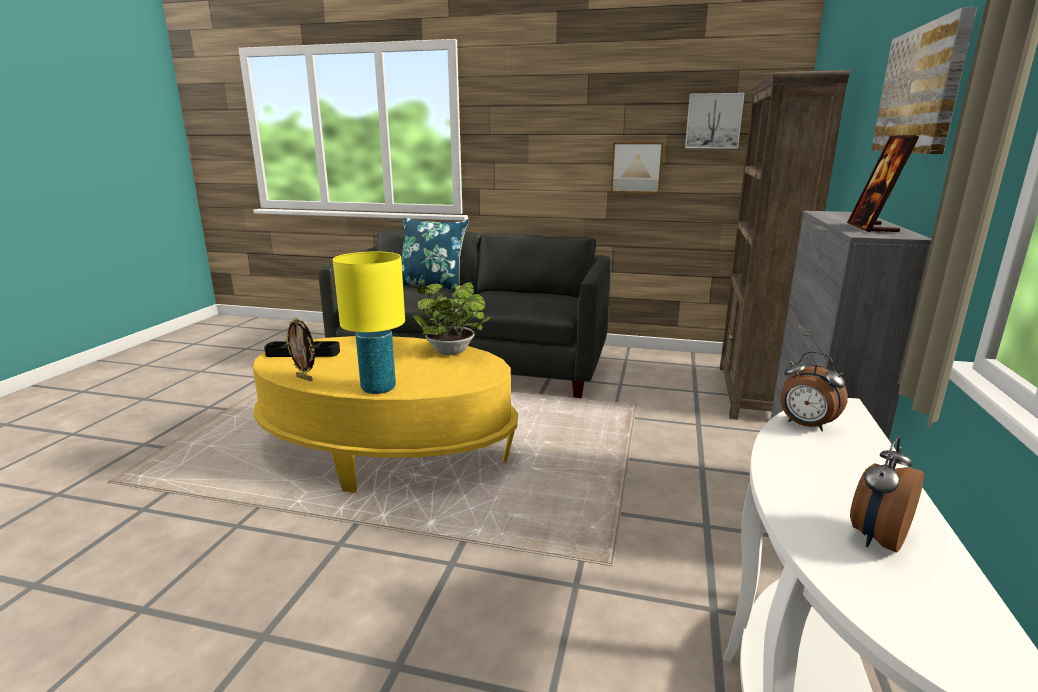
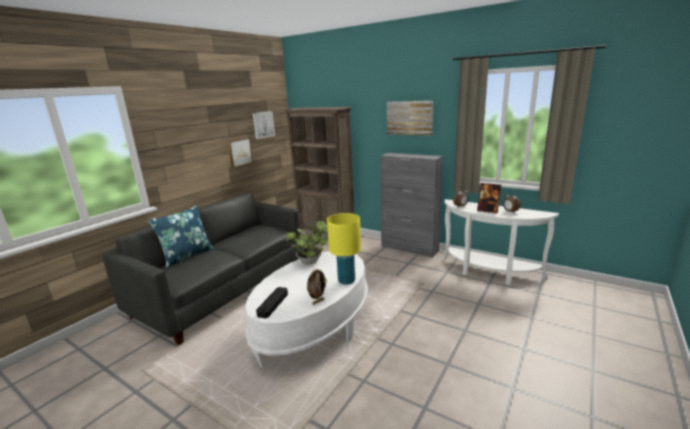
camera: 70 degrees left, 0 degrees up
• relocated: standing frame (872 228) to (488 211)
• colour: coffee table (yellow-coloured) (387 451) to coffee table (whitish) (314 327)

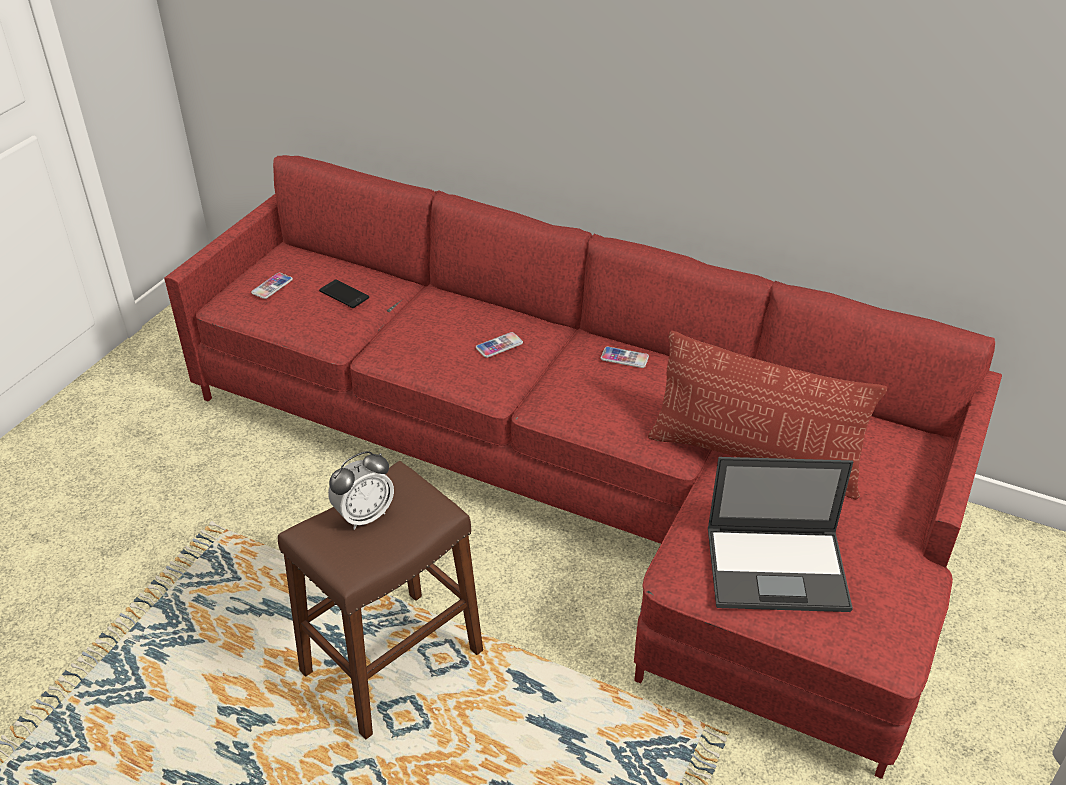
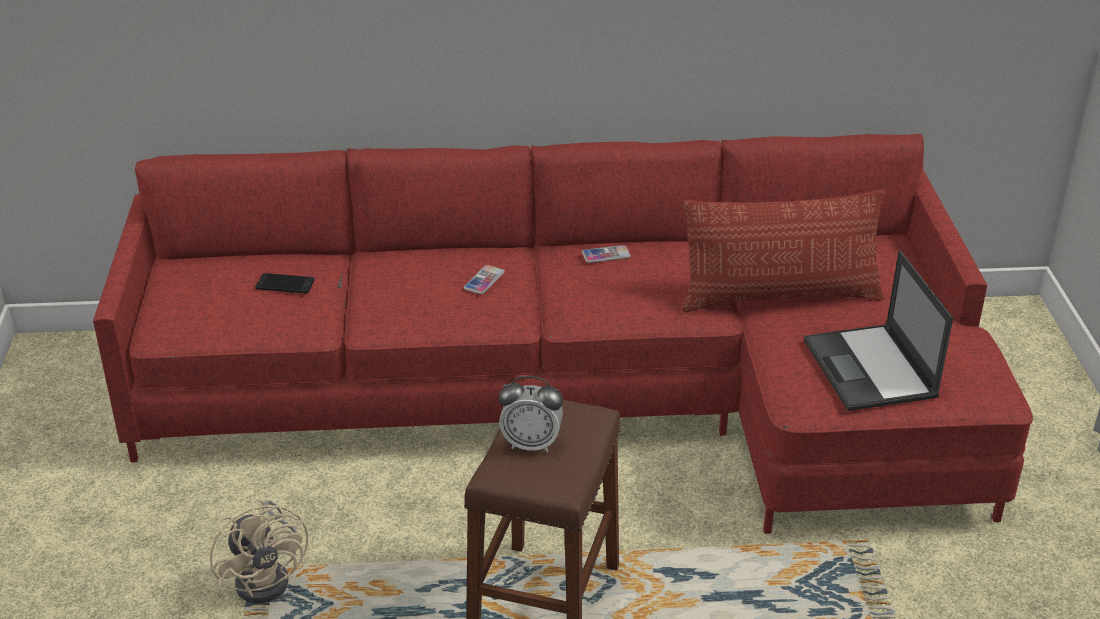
camera: 30 degrees left, 5 degrees down
• missing: telephone (272 286)
• spun: alarm clock (364 515) = (531 444) 75 degrees clockwise
• spun: portable computer (778 568) = (870 369) 105 degrees clockwise
• appeared: cooling fan (beige-coloured) (269 577)

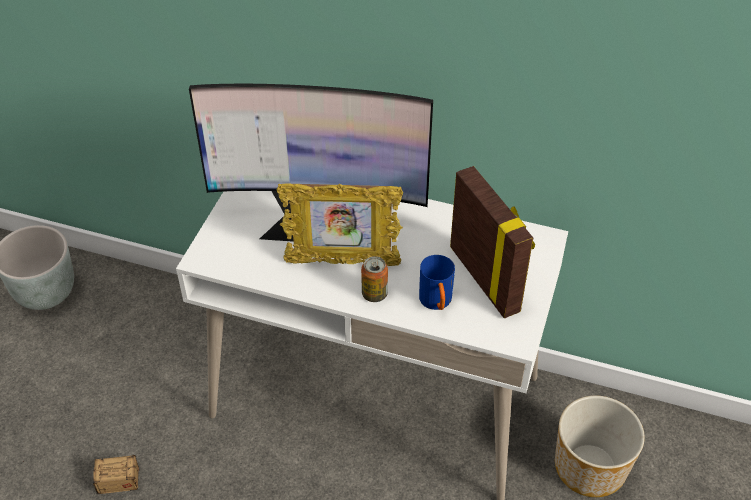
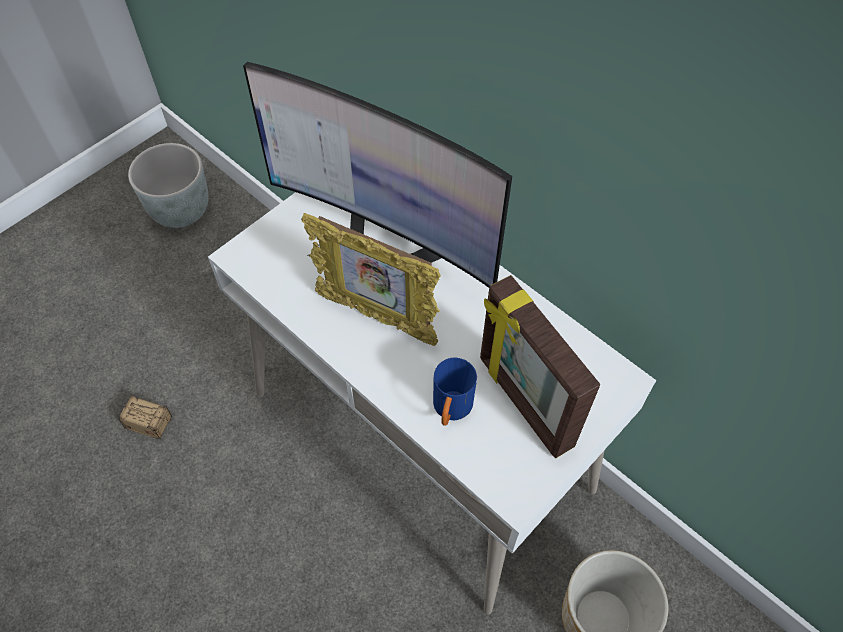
camera: 25 degrees right, 10 degrees up
• spun: standing frame (486 279) = (523 402) 150 degrees clockwise
• missing: can (374 294)

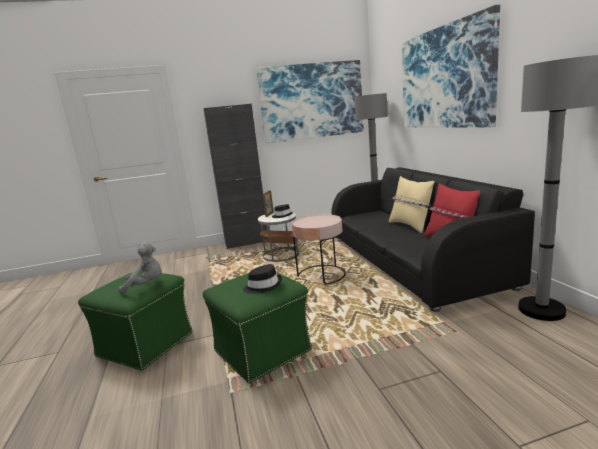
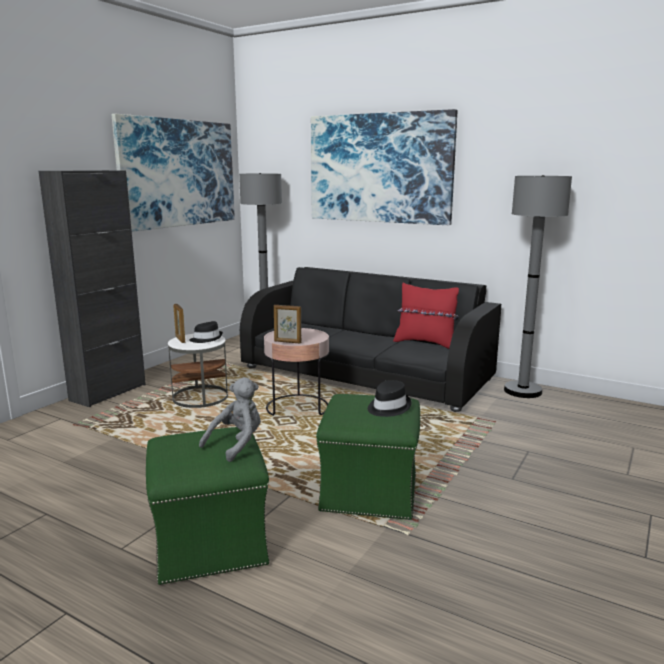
camera: 45 degrees left, 0 degrees up
• missing: cushion (beige-coloured) (410 226)
• appeared: standing frame (287 342)

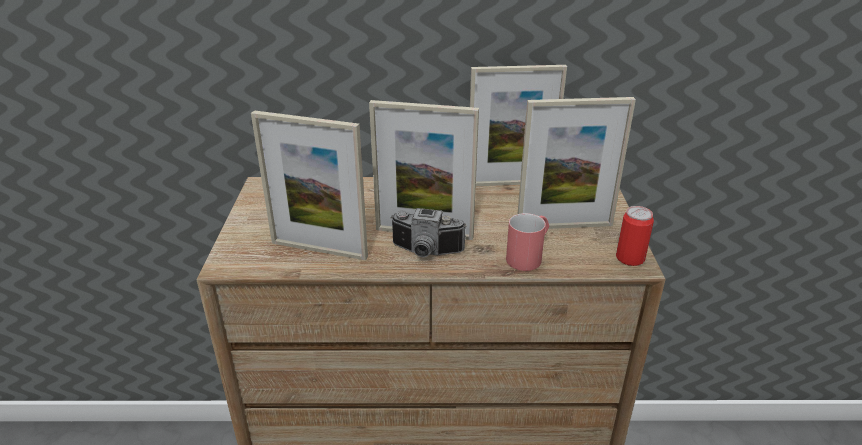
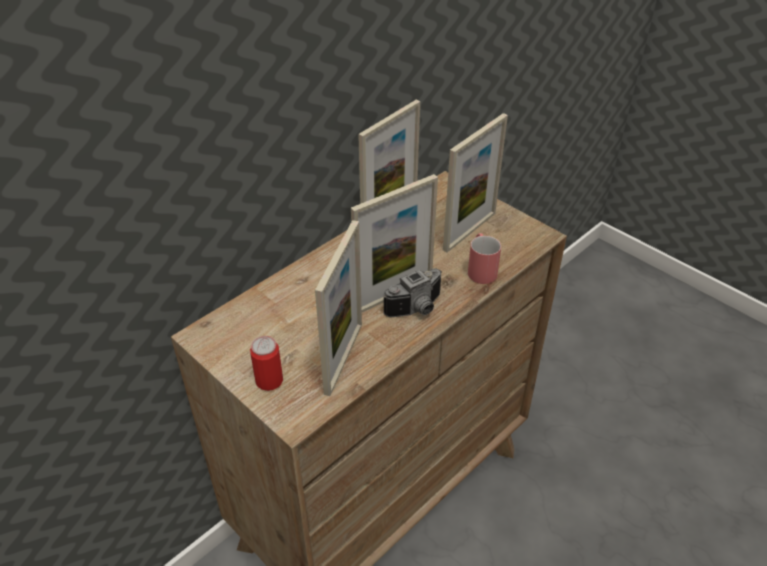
camera: 45 degrees left, 10 degrees up
• spun: standing frame (319 250) = (343 358) 45 degrees counterclockwise
• relocated: can (630 258) to (269 380)

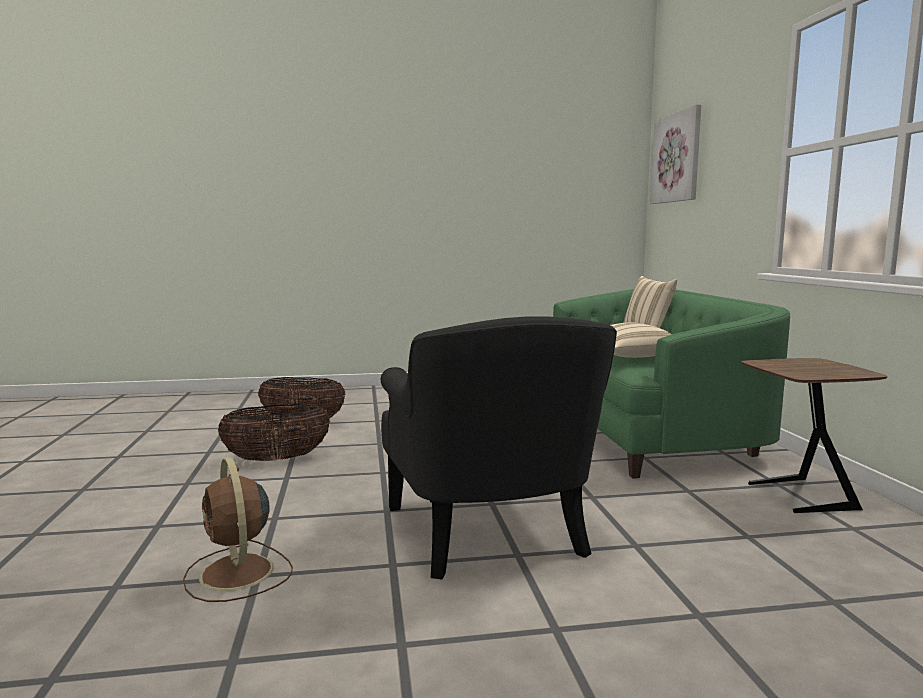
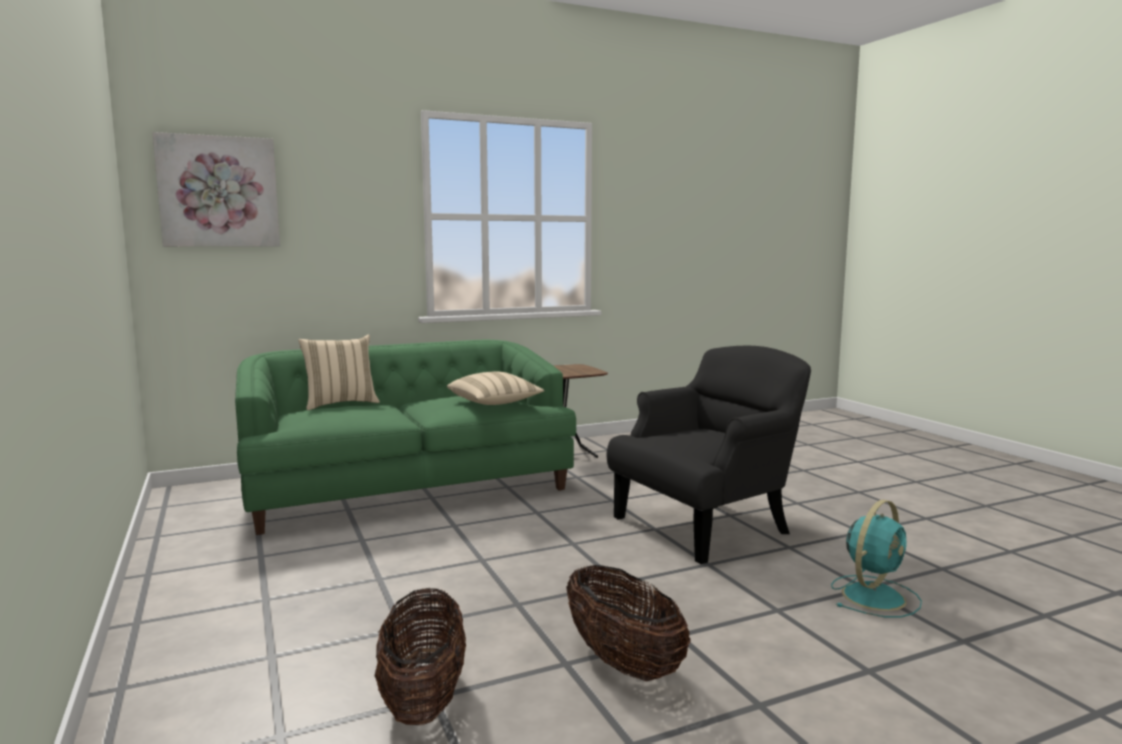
camera: 105 degrees left, 0 degrees up
• colour: cooling fan (brown) (237 574) to cooling fan (turquoise-coloured) (874 596)

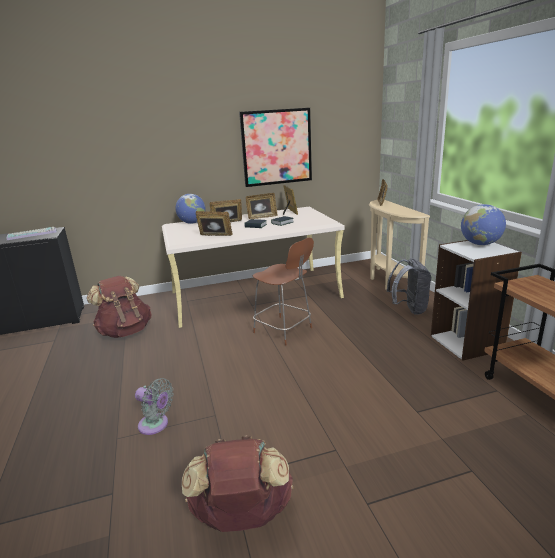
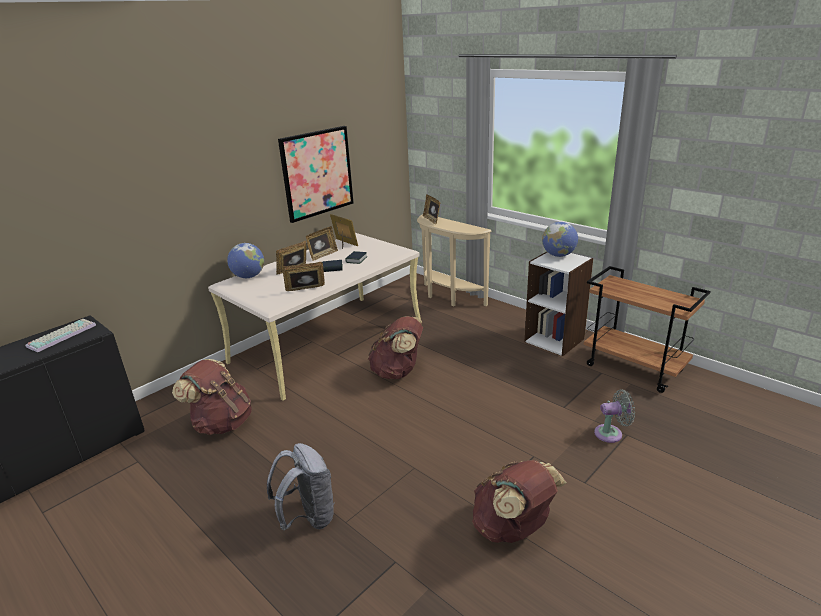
camera: 30 degrees left, 5 degrees up
• exchanged: upright chair (brown) (284 331) to rucksack (brown) (398 372)
• relocated: rucksack (greyish) (409 309) to (308 517)
• relocated: cooling fan (greyish) (156 425) to (611 433)

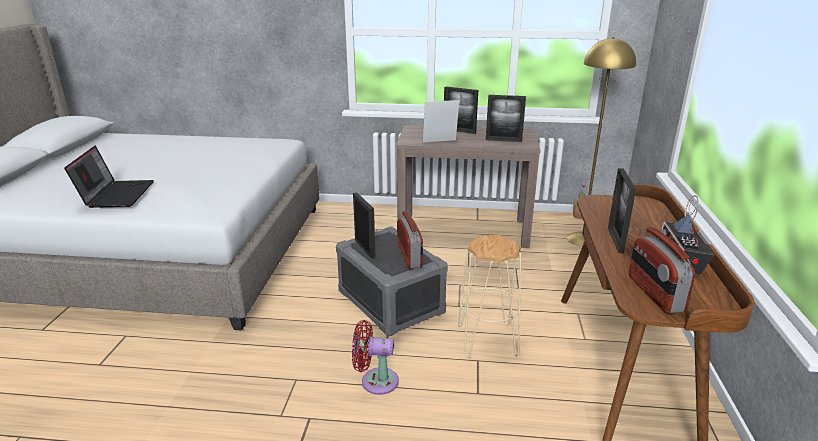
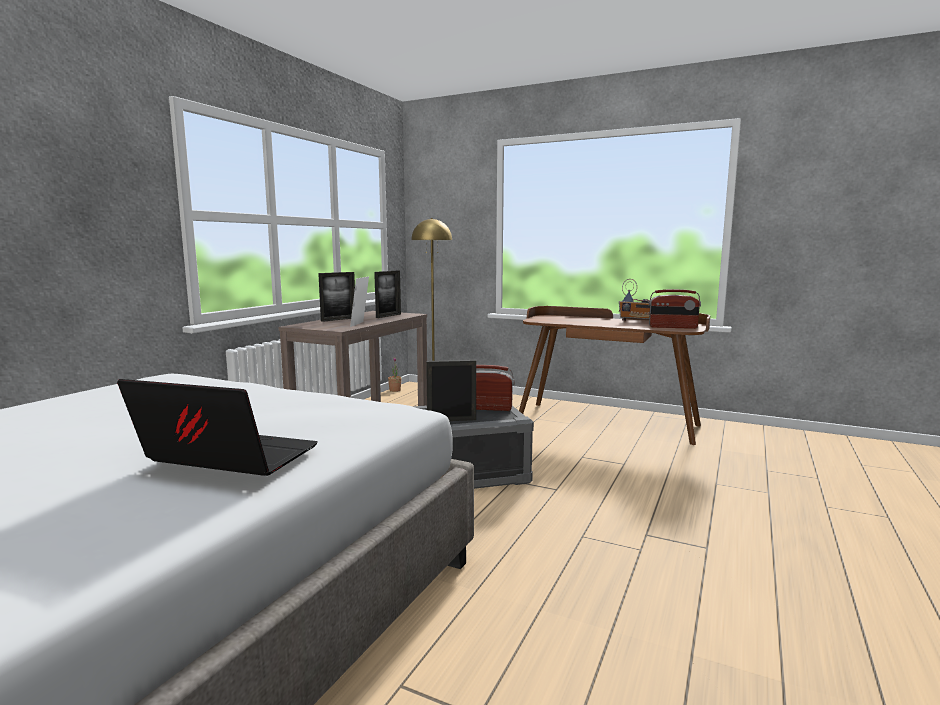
camera: 70 degrees left, 15 degrees down
• missing: standing frame (615 240)
• missing: stool (beige-coloured) (487 340)
• missing: cooling fan (red-coloured) (375 381)

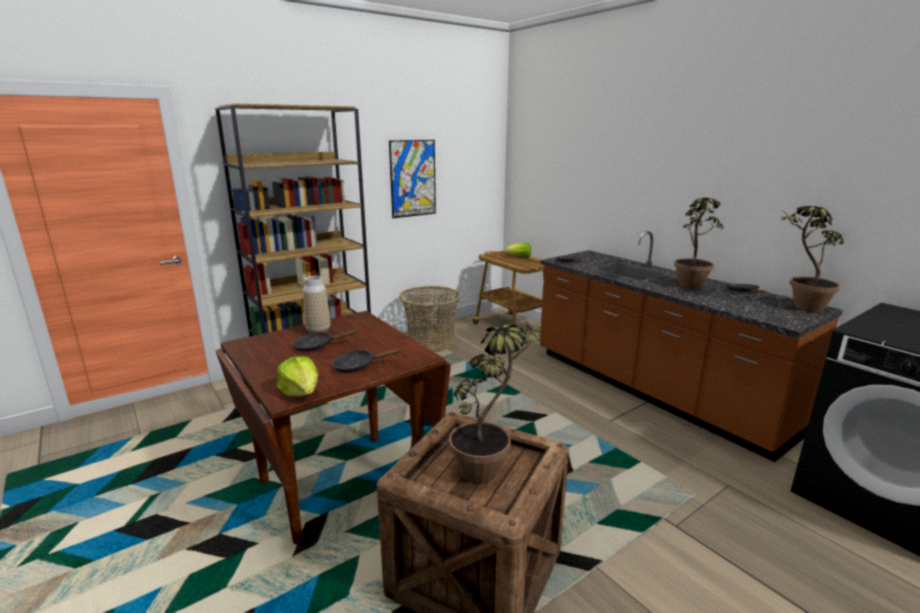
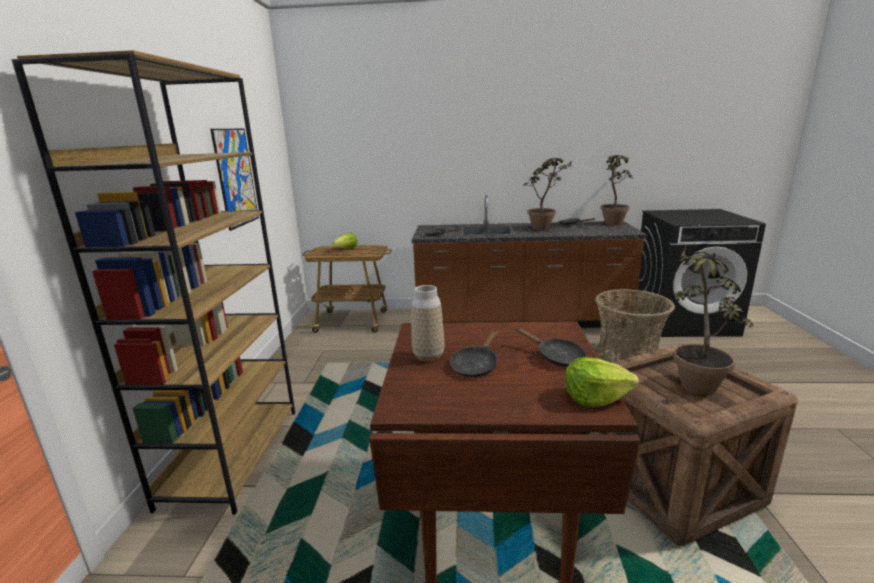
camera: 50 degrees left, 0 degrees up
• relocated: household basket (430 342) to (627 357)
• spun: skillet (blackish) (358 366) = (556 357) 75 degrees counterclockwise

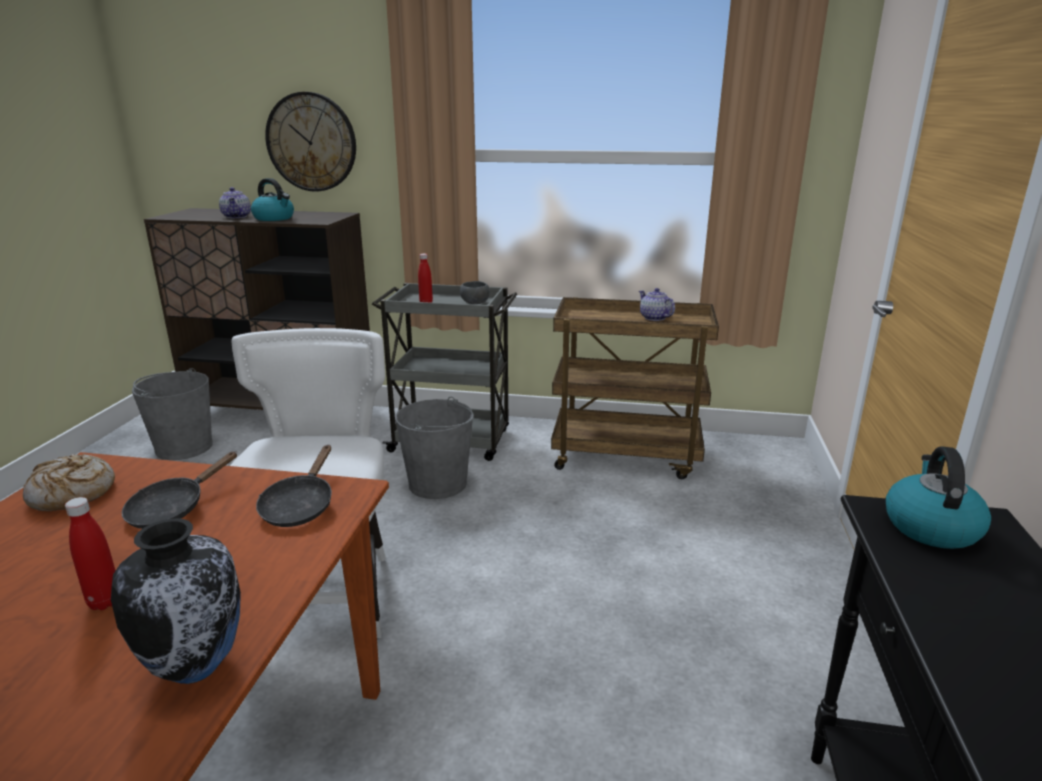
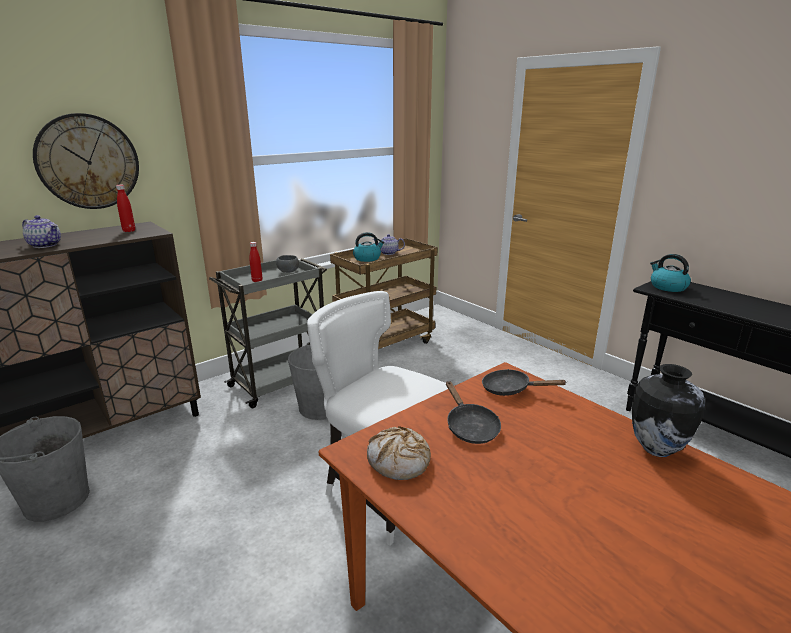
camera: 50 degrees left, 0 degrees up
• relocated: water kettle (274 218) to (367 258)
• spun: skillet (blackish) (300 506) = (510 389) 150 degrees clockwise
• relocated: bottle (red-coloured) (105 602) to (129 231)

